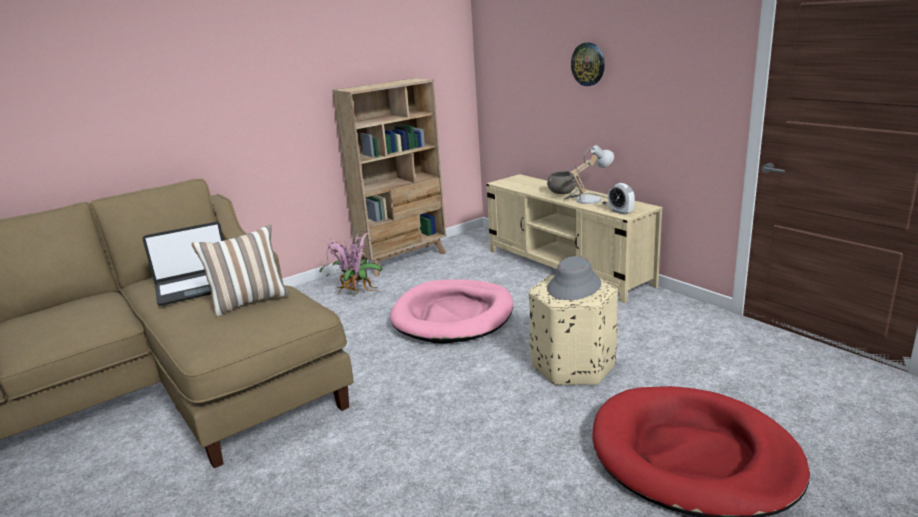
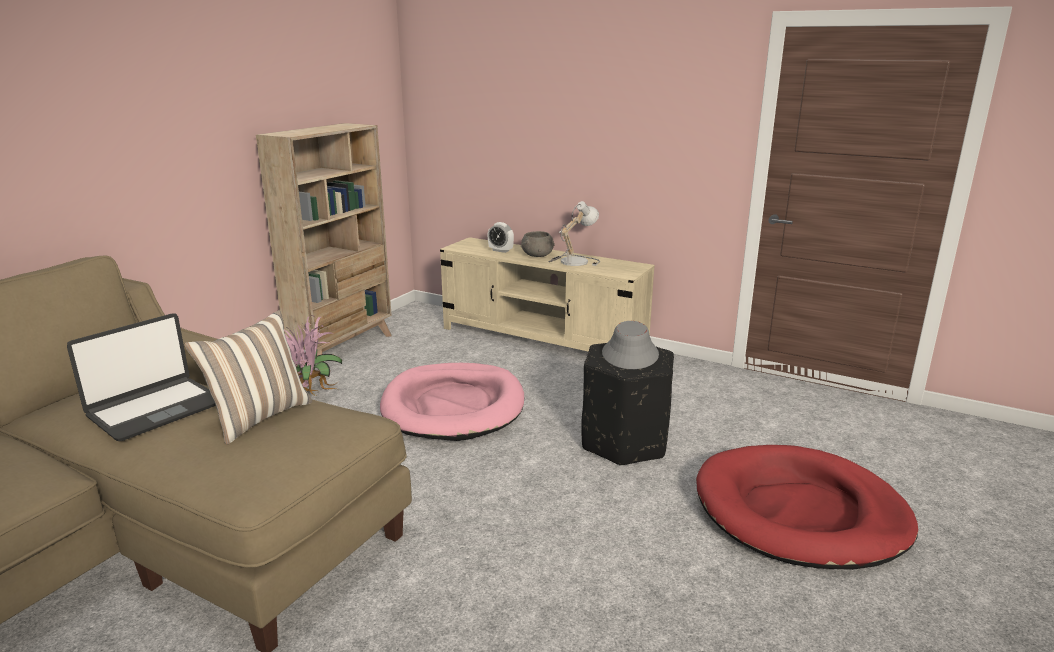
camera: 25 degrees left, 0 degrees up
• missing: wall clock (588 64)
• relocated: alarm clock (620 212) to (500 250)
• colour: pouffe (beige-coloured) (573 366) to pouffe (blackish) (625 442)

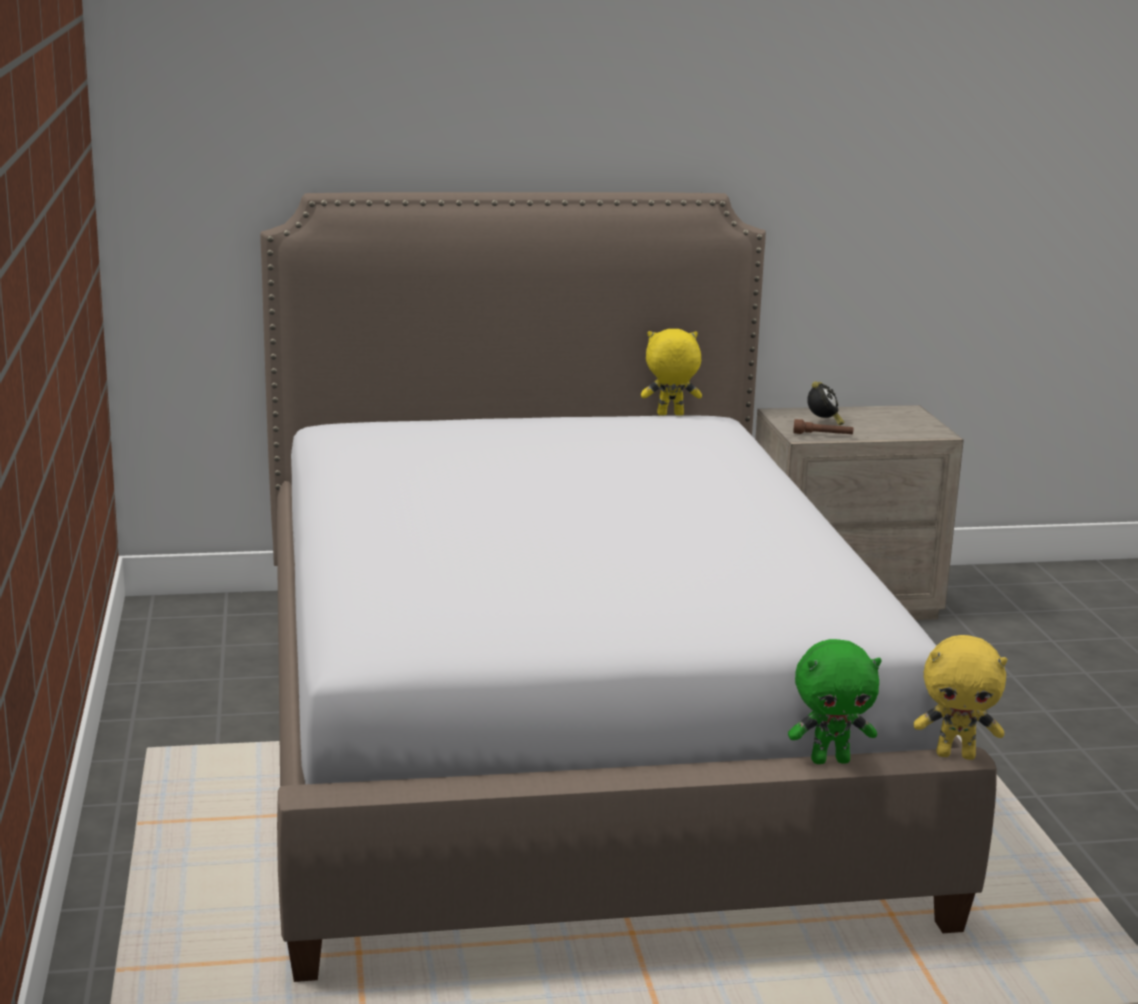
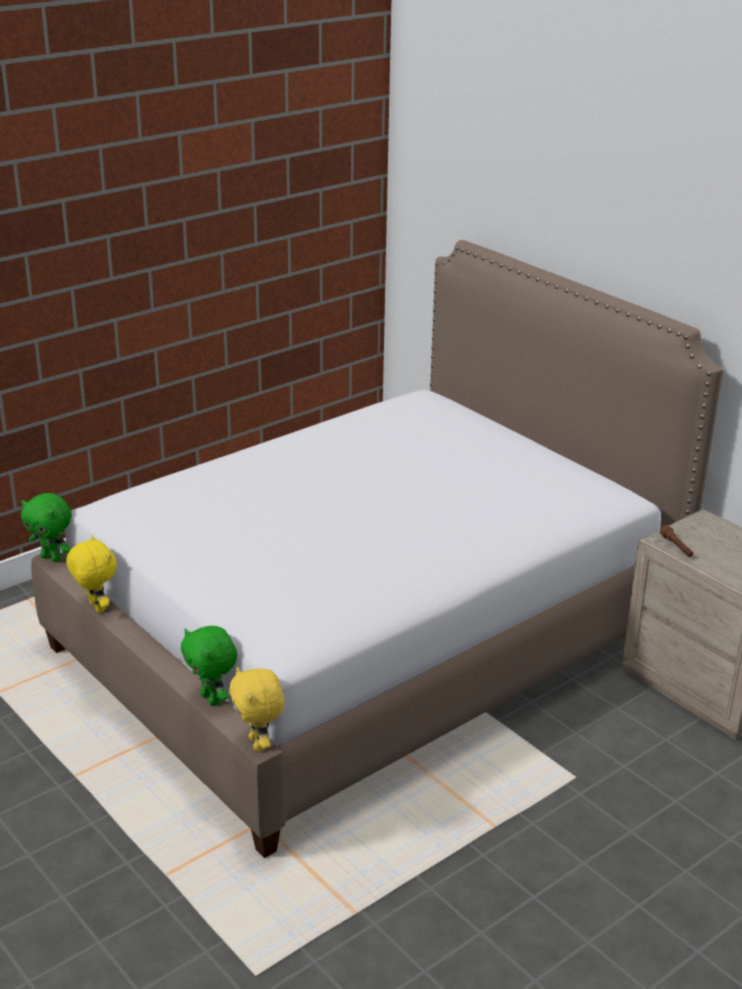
camera: 60 degrees right, 10 degrees up
• relocated: plush toy (yellow-coloured) (670 415) to (95 607)
• missing: alarm clock (823 423)
• appeared: plush toy (green-coloured) (52 558)

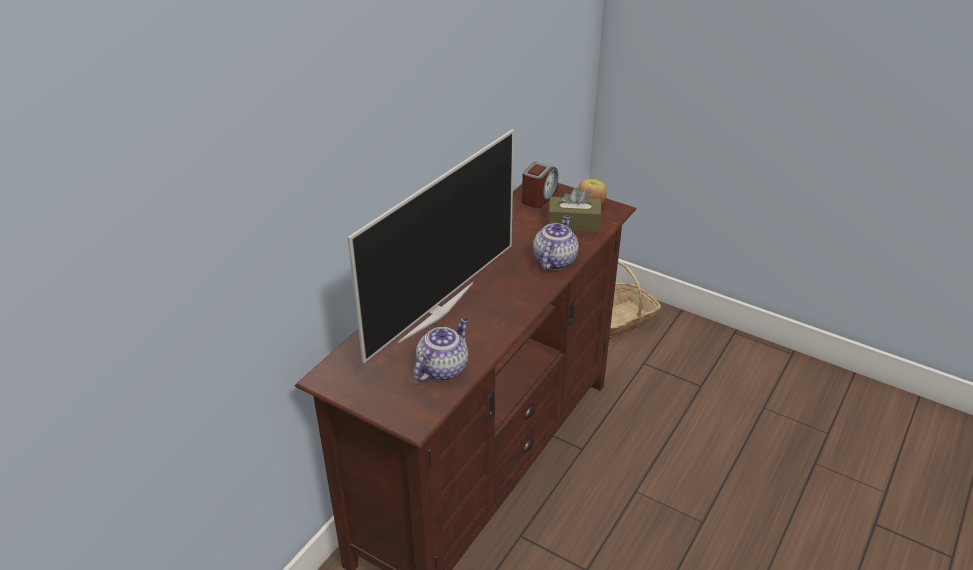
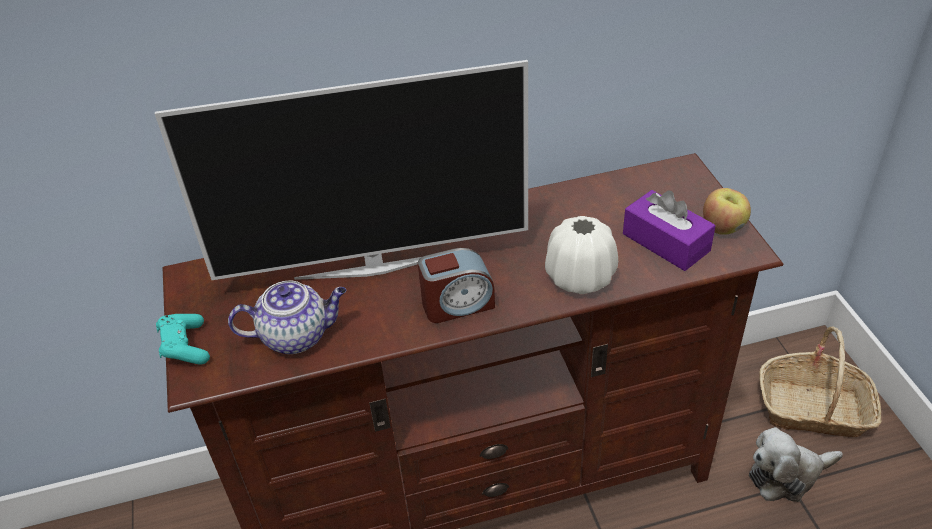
camera: 45 degrees right, 5 degrees up
• relocated: alarm clock (539 197) to (457 304)
• colour: box of tissues (brown) (573 223) to box of tissues (purple) (666 242)
• exchanged: pot for tea (554 260) to vase (whitish) (580 277)
• appeared: joypad (turquoise-coloured) (185 347)
• appeared: plush toy (787 475)

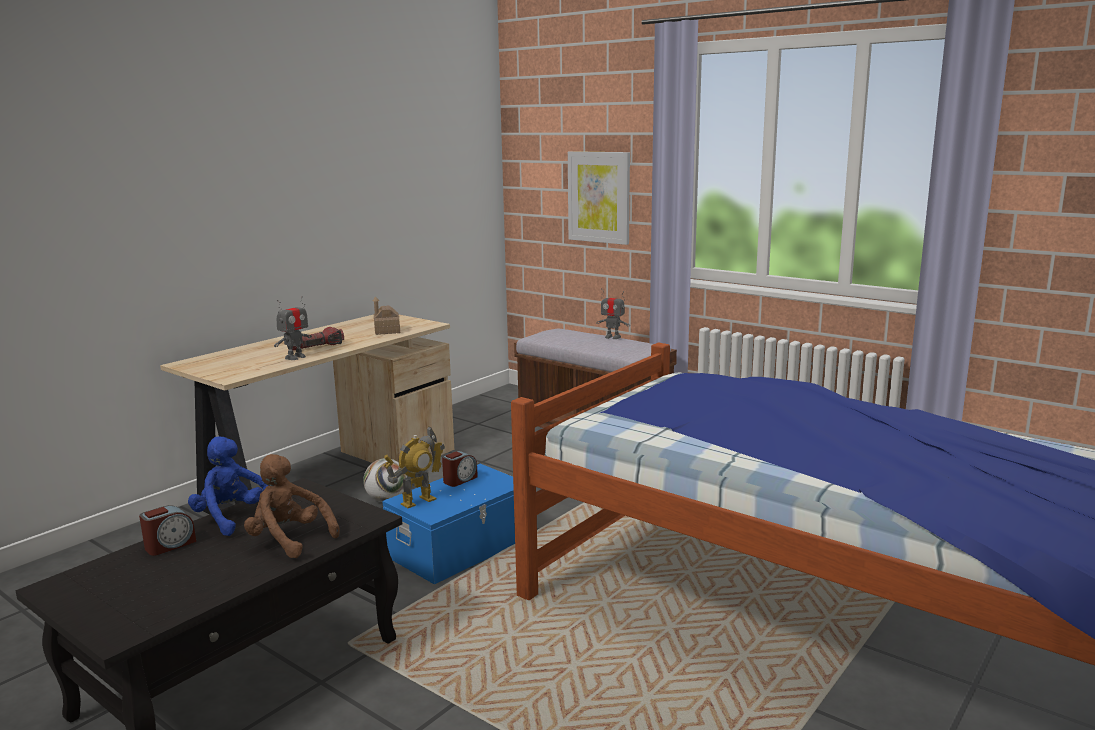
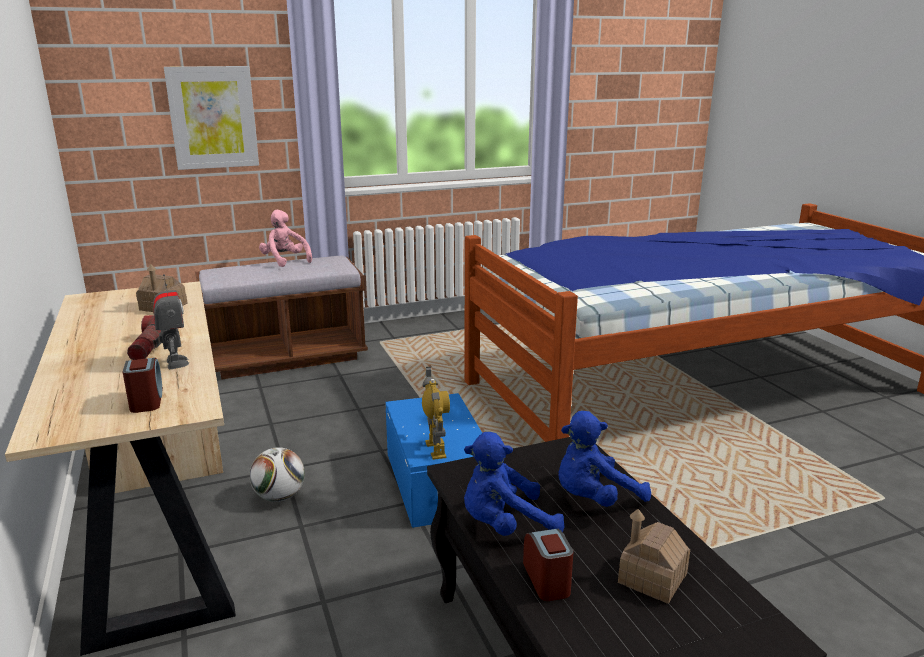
camera: 60 degrees left, 5 degrees up
• exchanged: model robot (612 337) to plush toy (pink-coloured) (285 261)
• relocated: alarm clock (460 480) to (147 400)
• colour: plush toy (brown) (289 540) to plush toy (blue-coloured) (594 498)
• appeared: miniature house (652 578)

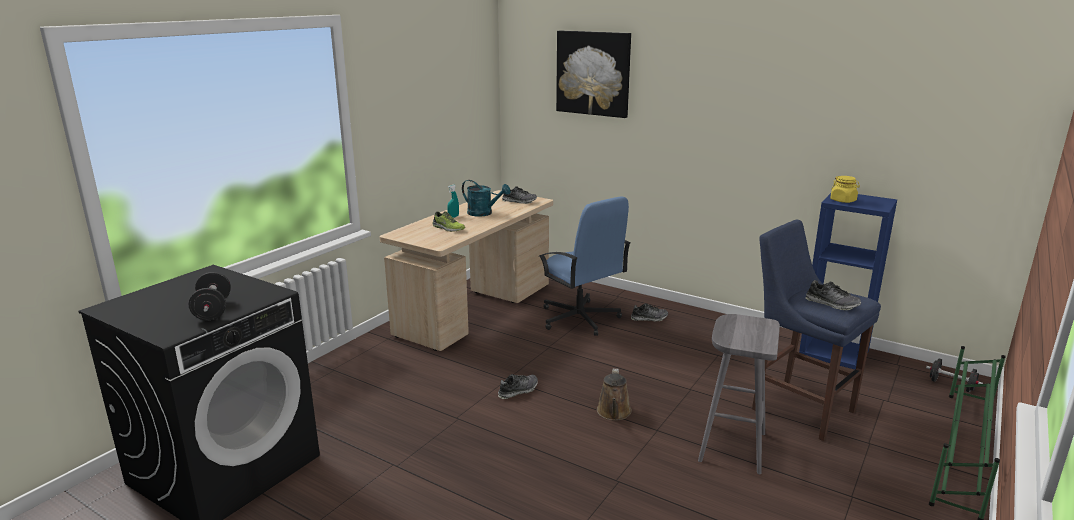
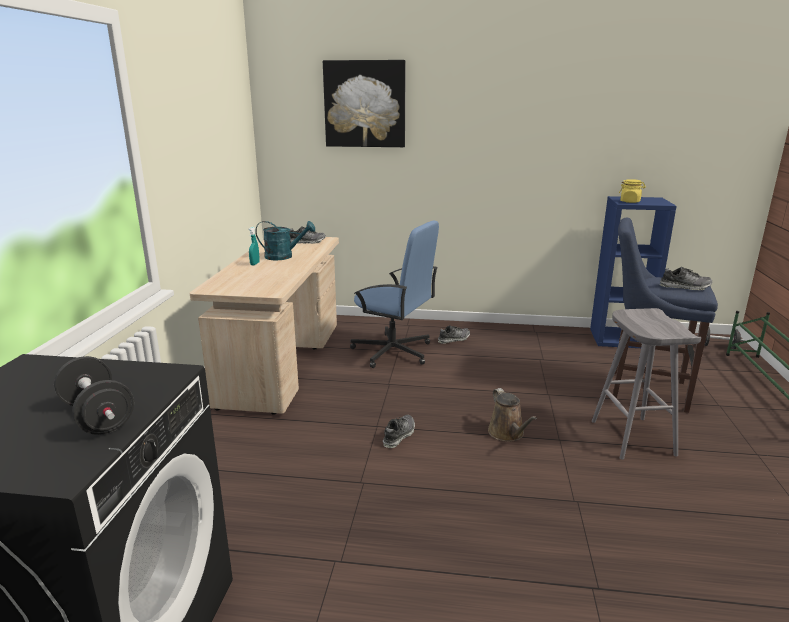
camera: 25 degrees left, 0 degrees up
• missing: shoe (448 228)

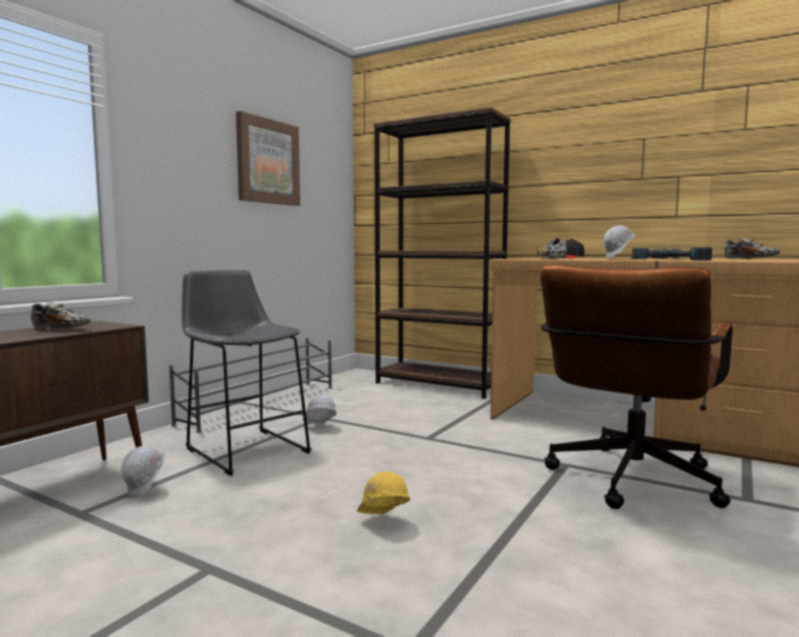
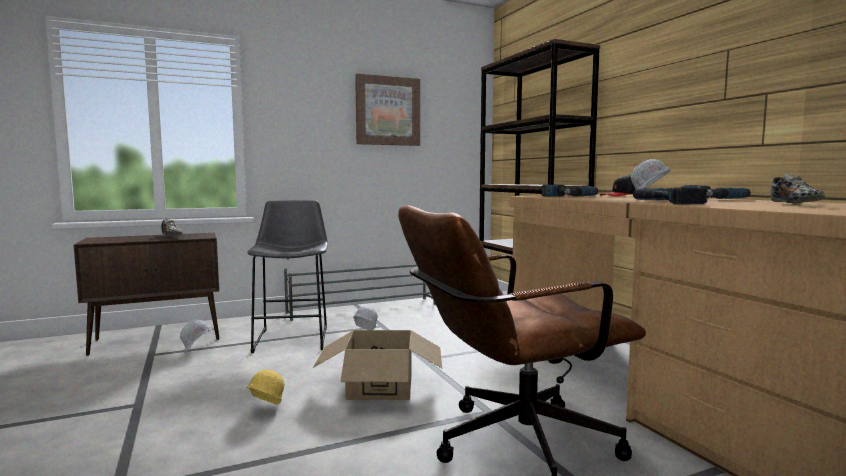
camera: 35 degrees right, 0 degrees up
• exchanged: shoe (551 259) to power drill (565 197)
• appeared: carton (379 386)

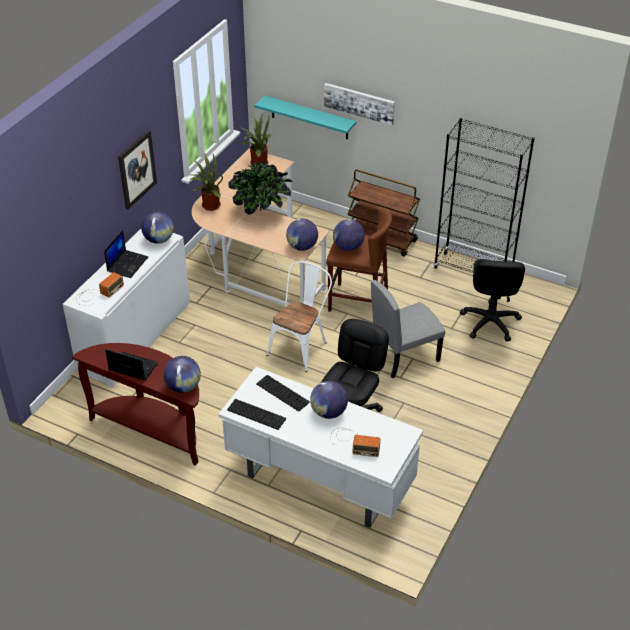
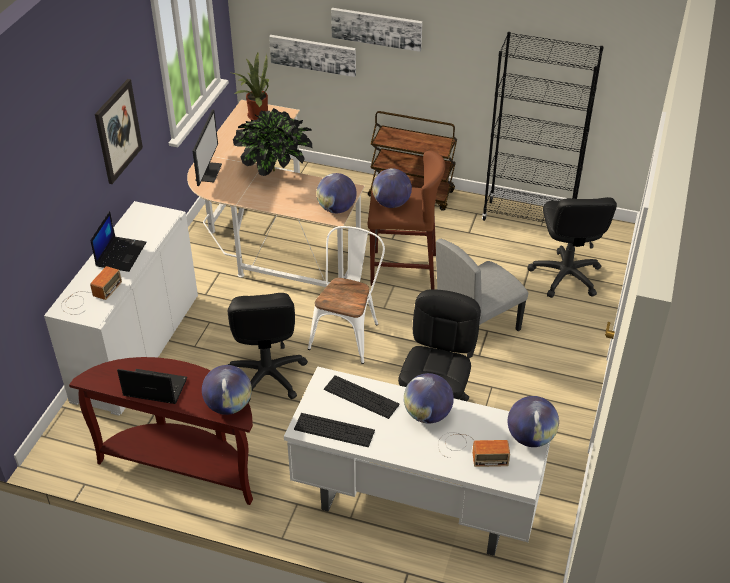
camera: 10 degrees left, 0 degrees up
• exchanged: wall shelf (turquoise-coloured) (309 118) to picture (313 54)
• exchanged: plant in a pot (209 205) to computer display (208 172)
• relocated: desk globe (159 240) to (530 437)
• appeared: office chair (blackish) (267 376)

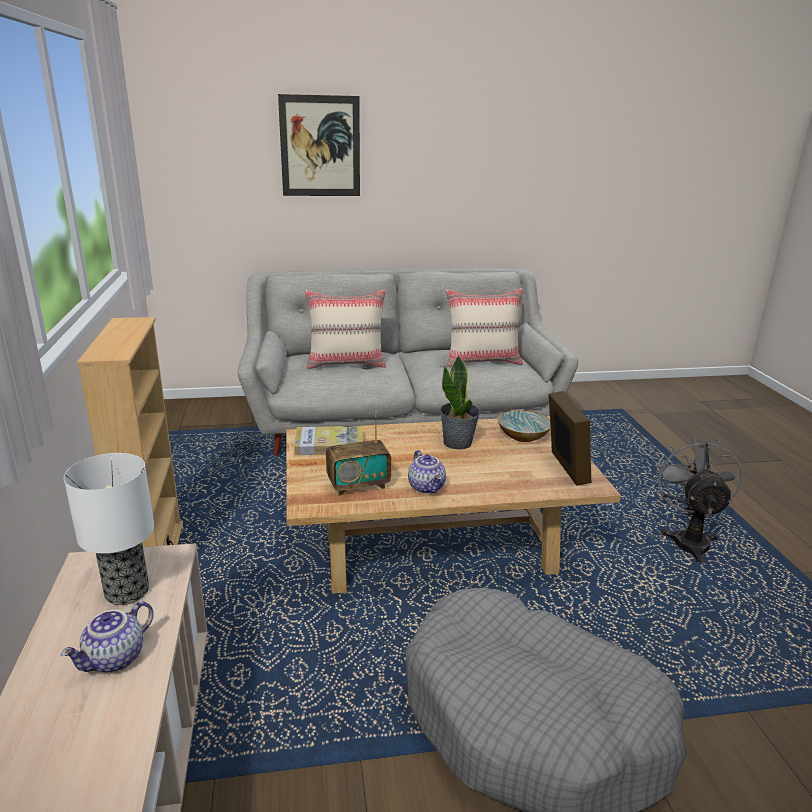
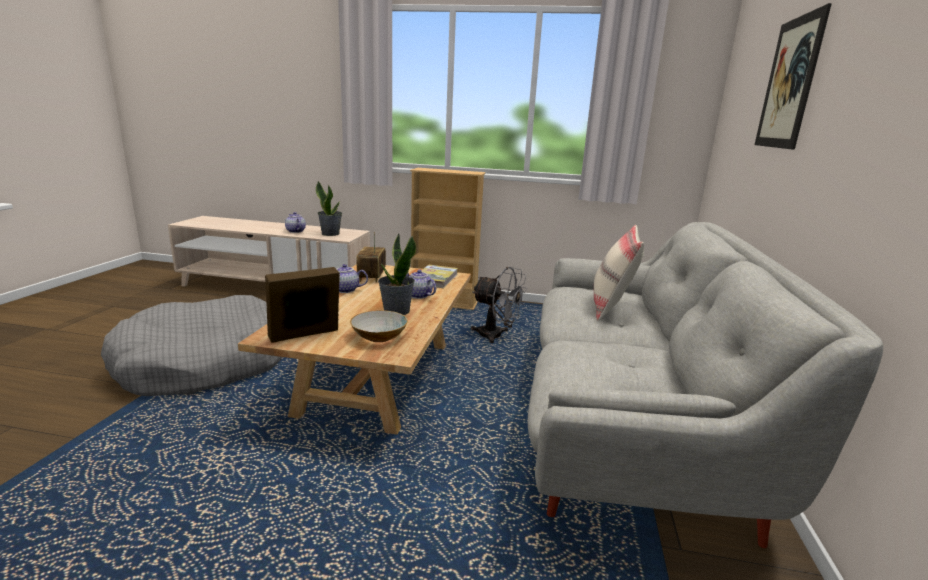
camera: 110 degrees right, 5 degrees down
• missing: cushion (beige-coloured) (482 361)
• spun: standing frame (565 468) = (305 336) 135 degrees clockwise
• relocated: cooling fan (greyish) (689 539) to (496 336)
• exchanged: tabletop lamp (128 591) to plant in a pot (330 234)
• appeared: pot for tea (418 295)

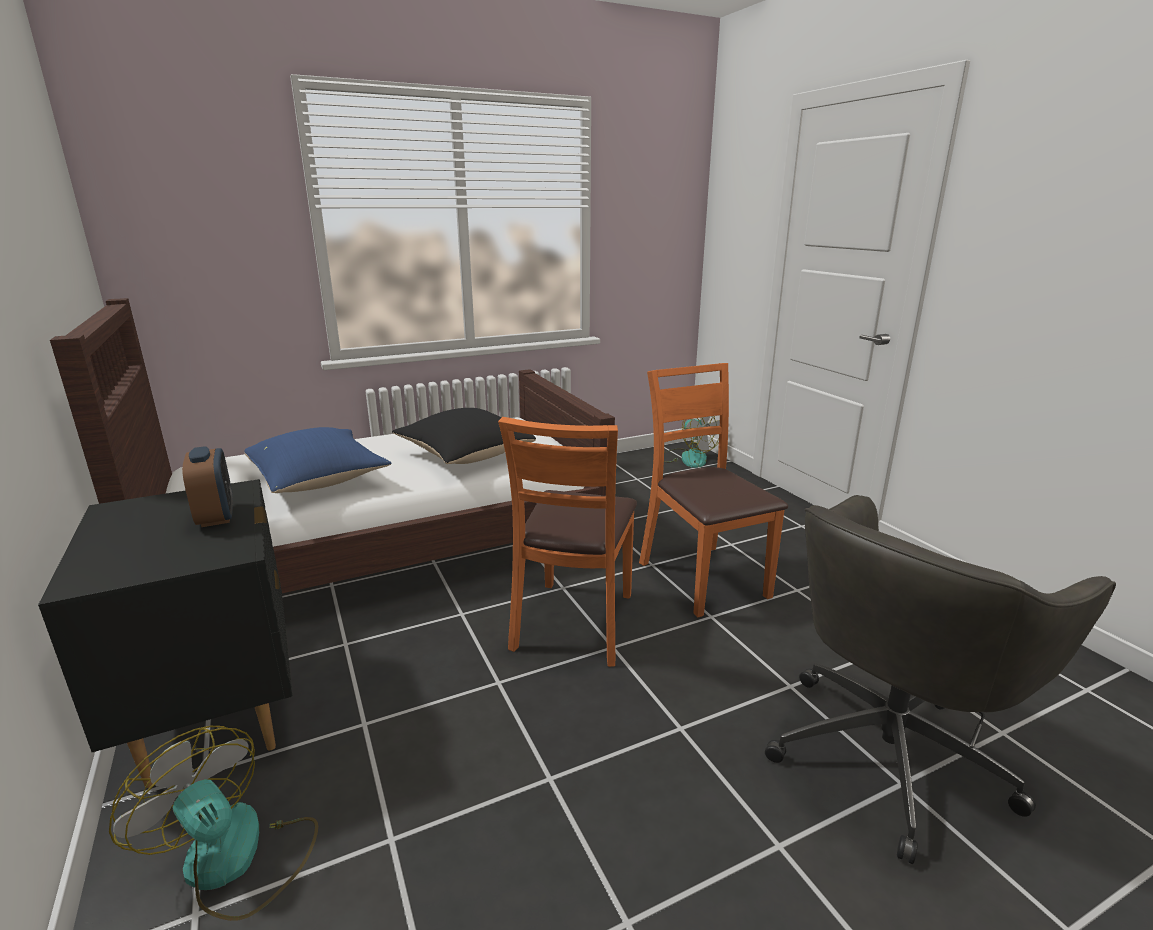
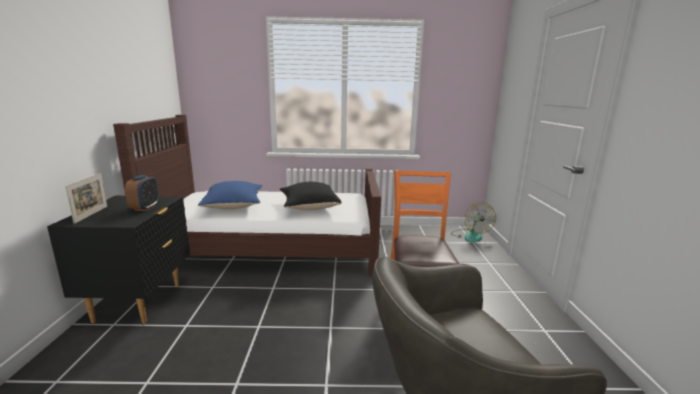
camera: 25 degrees right, 5 degrees down
• missing: upright chair (orange) (574 622)
• missing: cooling fan (236 861)
• appeared: standing frame (91 214)

